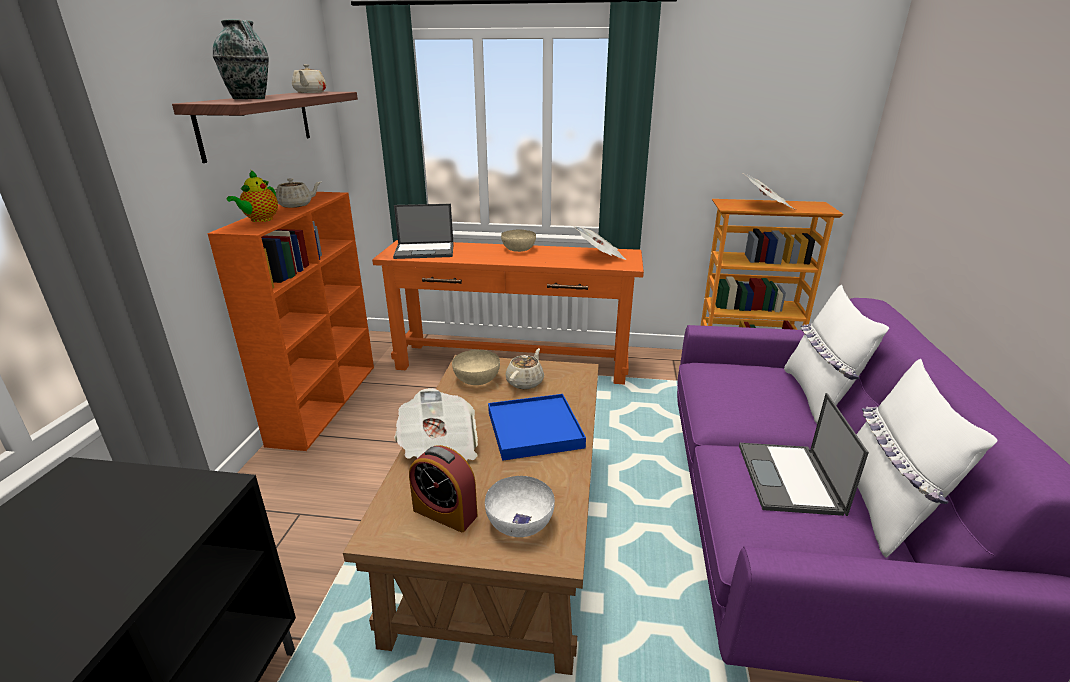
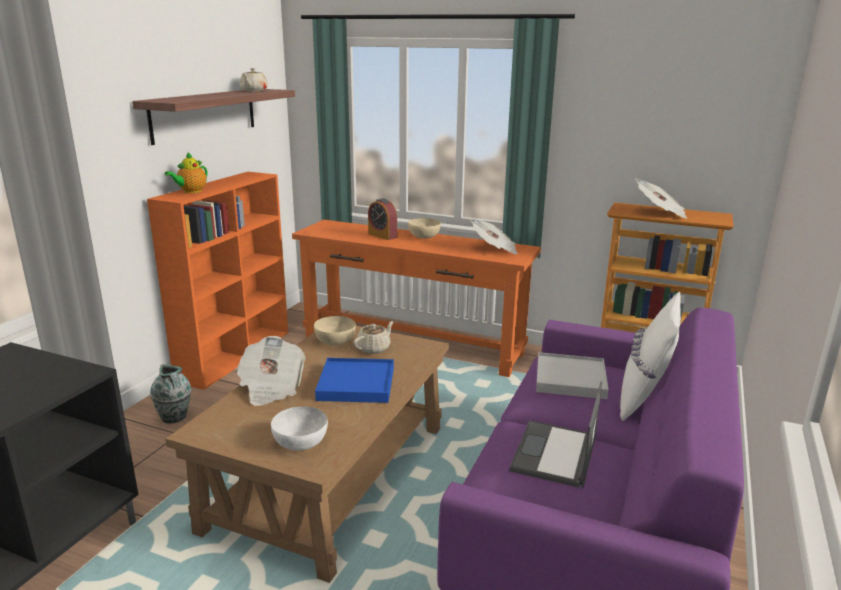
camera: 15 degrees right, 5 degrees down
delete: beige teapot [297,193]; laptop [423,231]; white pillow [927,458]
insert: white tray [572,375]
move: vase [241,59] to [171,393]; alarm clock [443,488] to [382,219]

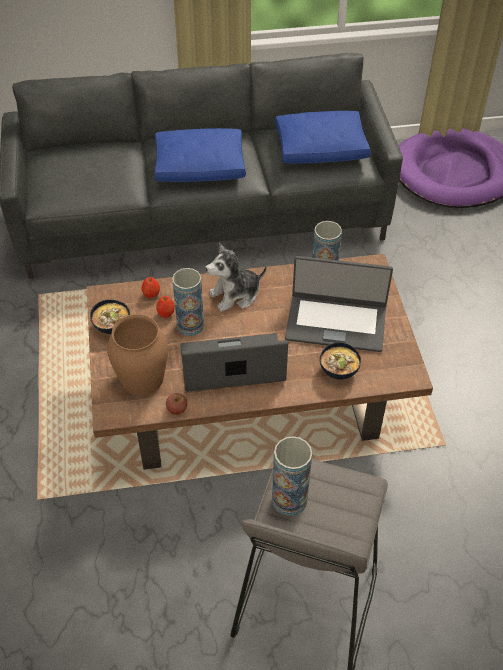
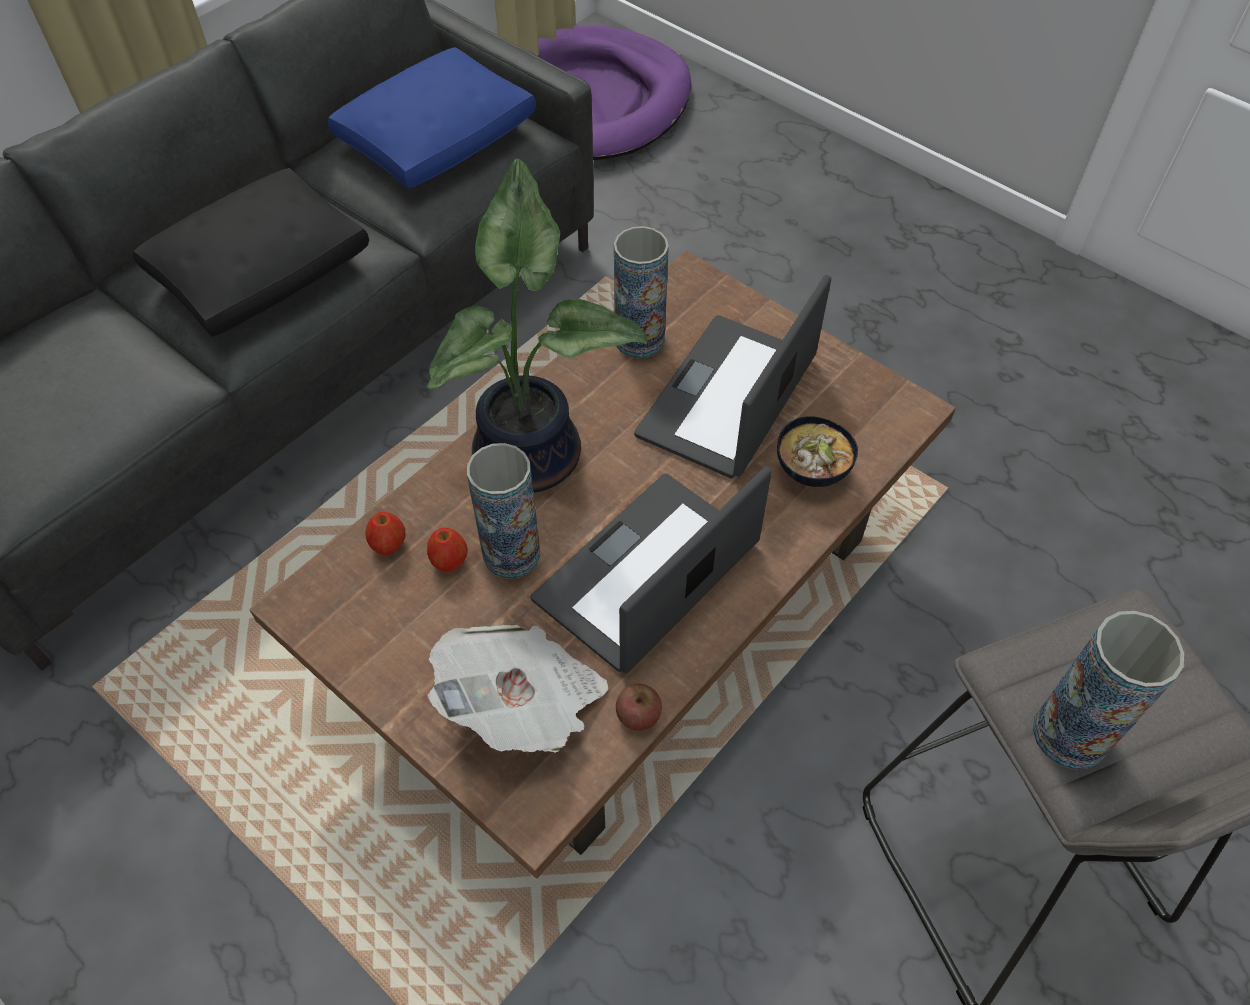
camera: 40 degrees left, 5 degrees up
delete: bowl [110,317]
replace: plush toy [236,277] to potted plant [536,326]; brown vase [137,354] to newspaper [518,689]
recolor: blue pillow [200,155] to black pillow [251,252]
rotate: laptop [339,304] = [732,376] 150 degrees clockwise

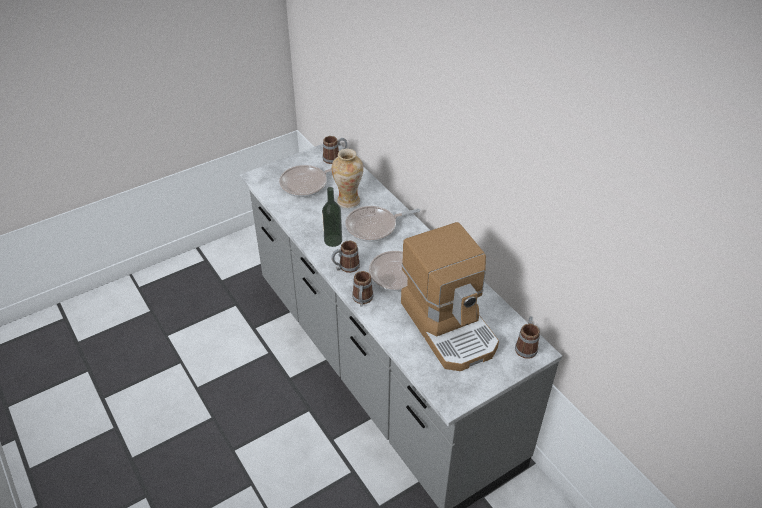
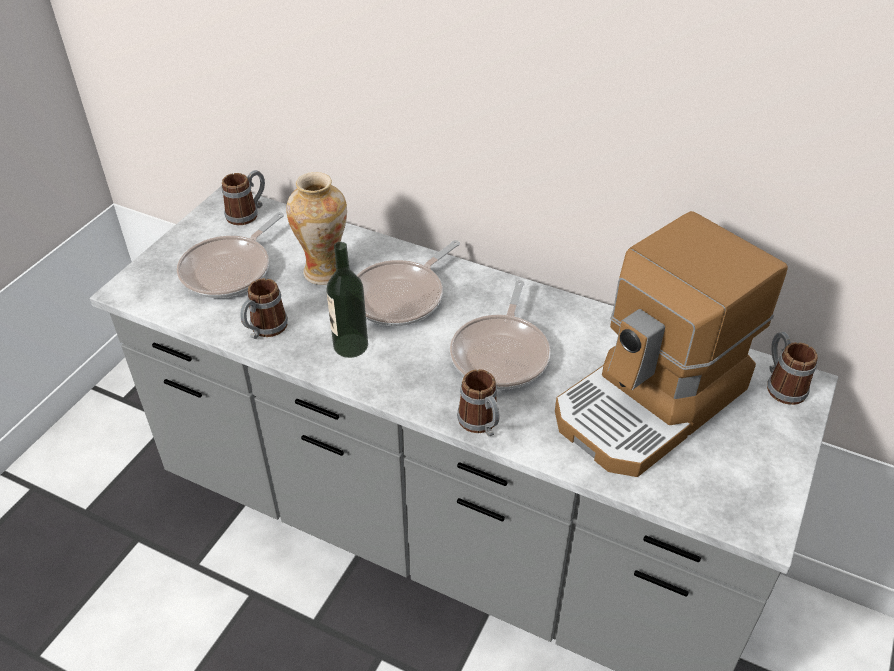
camera: 30 degrees left, 0 degrees up
move: mug [345,257] to [264,308]
rotate: coffee machine [450,296] = [671,344] 105 degrees clockwise

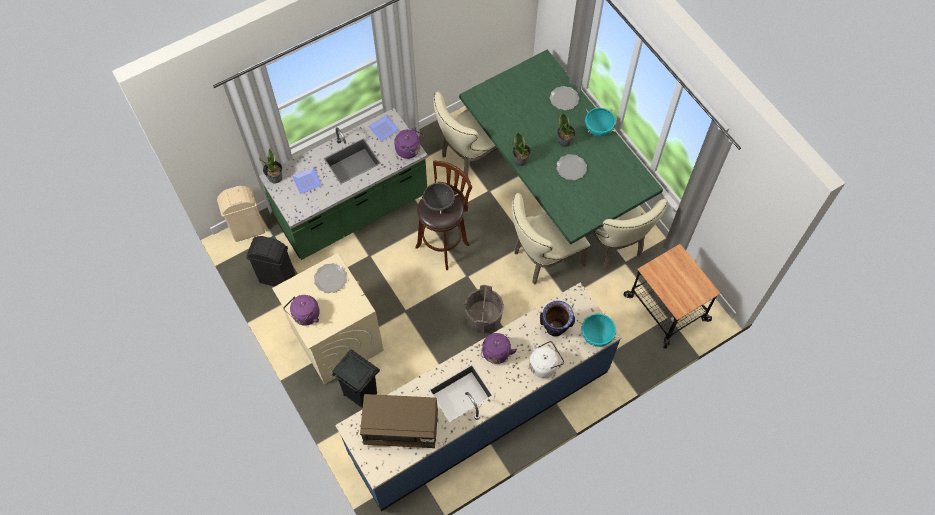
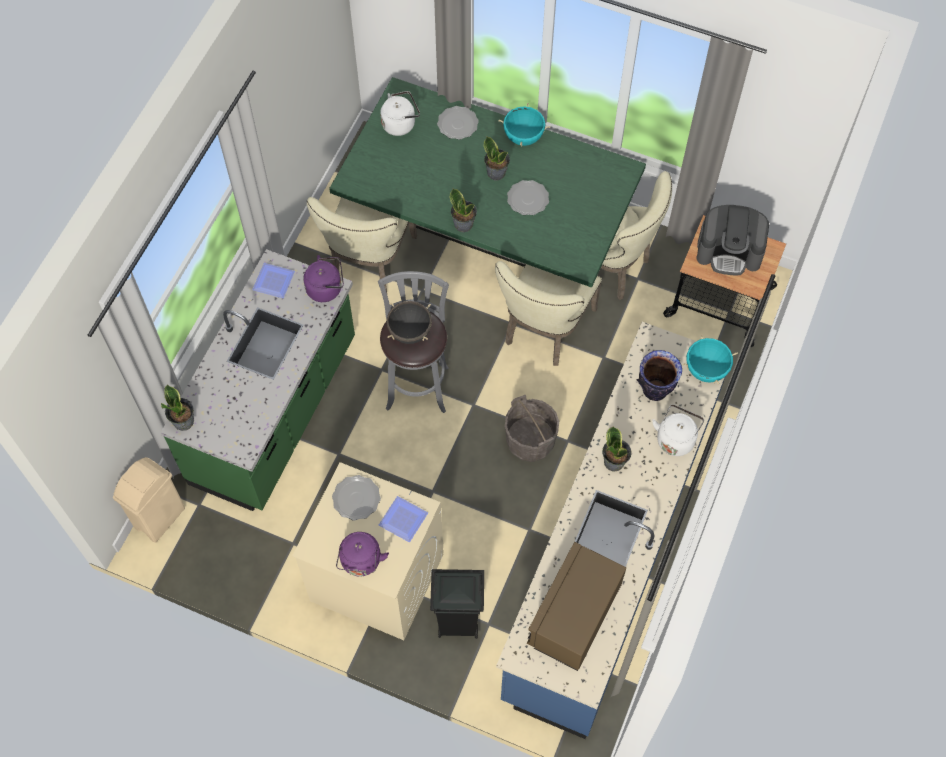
camera: 35 degrees left, 0 degrees up
delete: black trash can [270,261]
insert: white kettle [400,113]; coffee machine [732,240]
move: plate [307,180] to [403,519]
replace: purple kettle [499,348] to potted plant [616,449]
recolor: brown stool [443,215] to grey stool [413,342]
rotate: brown microwave [399,421] = [576,606] 150 degrees clockwise

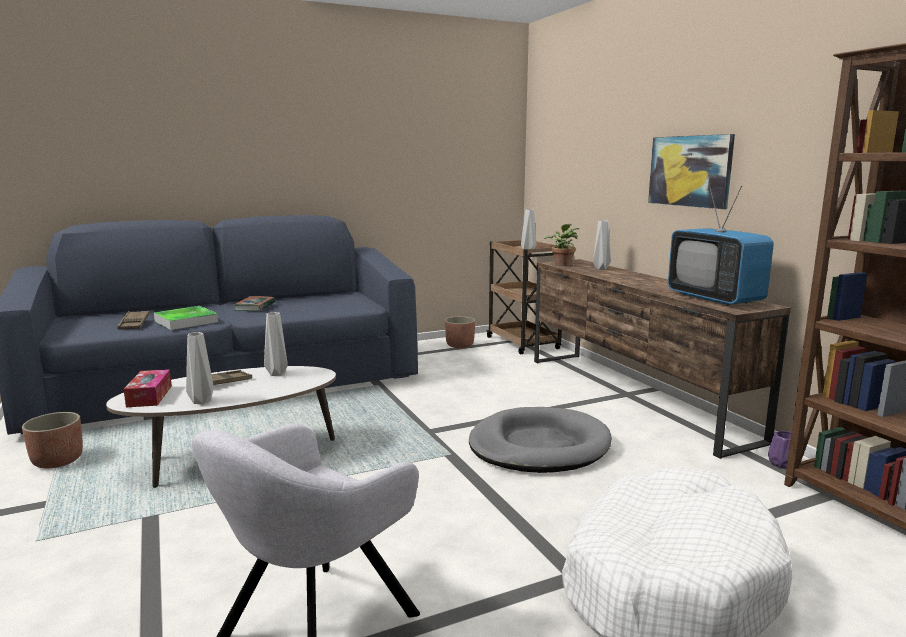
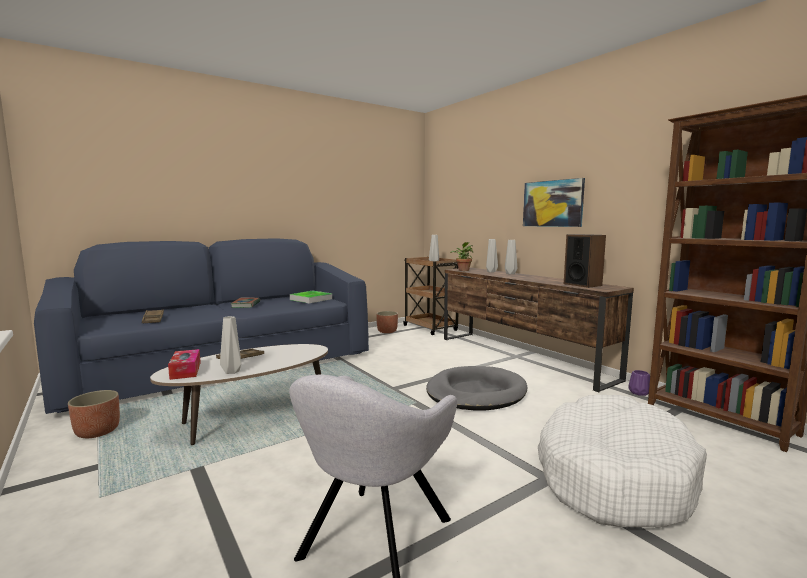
camera: 10 degrees left, 5 degrees down
move: tray [186,318] to [311,297]; grey vase [276,344] to [511,257]
replace: television [721,245] to speaker [585,261]

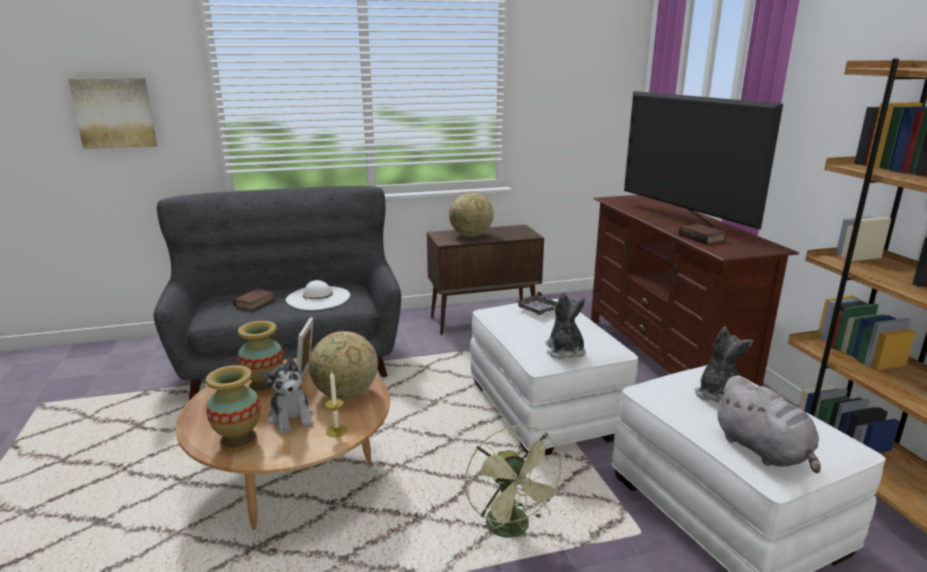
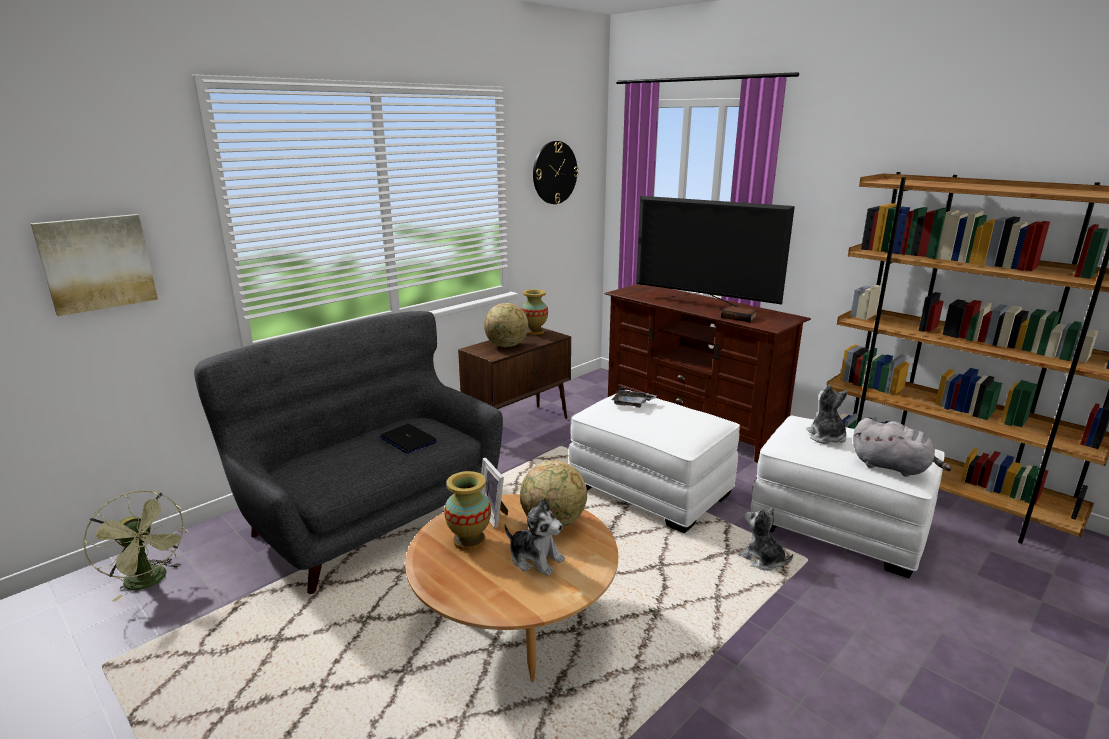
camera: 30 degrees left, 0 degrees up
delete: book [254,300]; candle [336,404]
insert: wall clock [556,172]
move: green fan [516,481] to [135,546]; vase [233,408] to [534,312]; plush toy [565,325] to [765,539]
replace: white hat [318,295] to laptop [408,439]

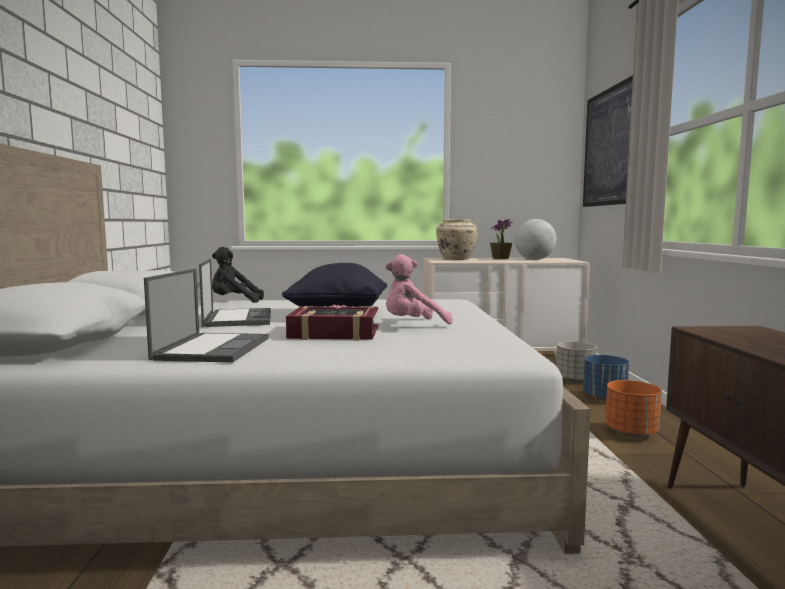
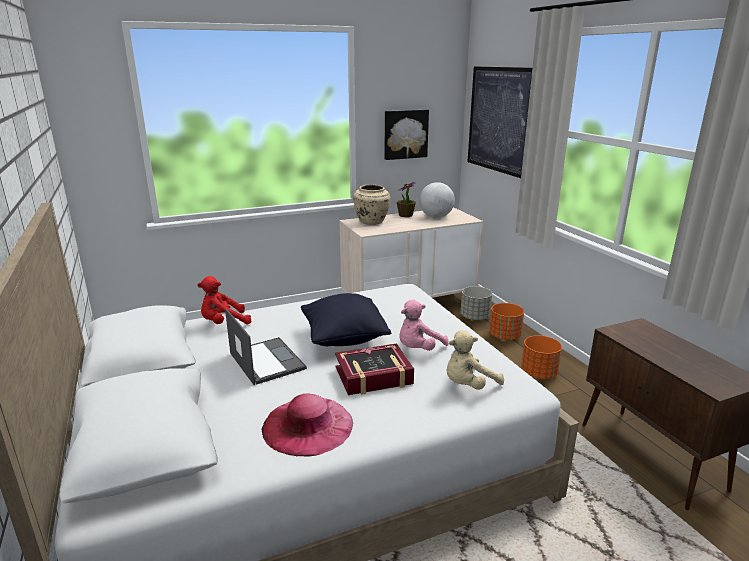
camera: 20 degrees left, 15 degrees up
insert: picture [406,135]; beige plush toy [475,360]
replace: laptop [206,315] to pink hat [307,425]
recolor: black plush toy [238,275] to red plush toy [224,300]; blue planter [606,378] to orange planter [506,321]

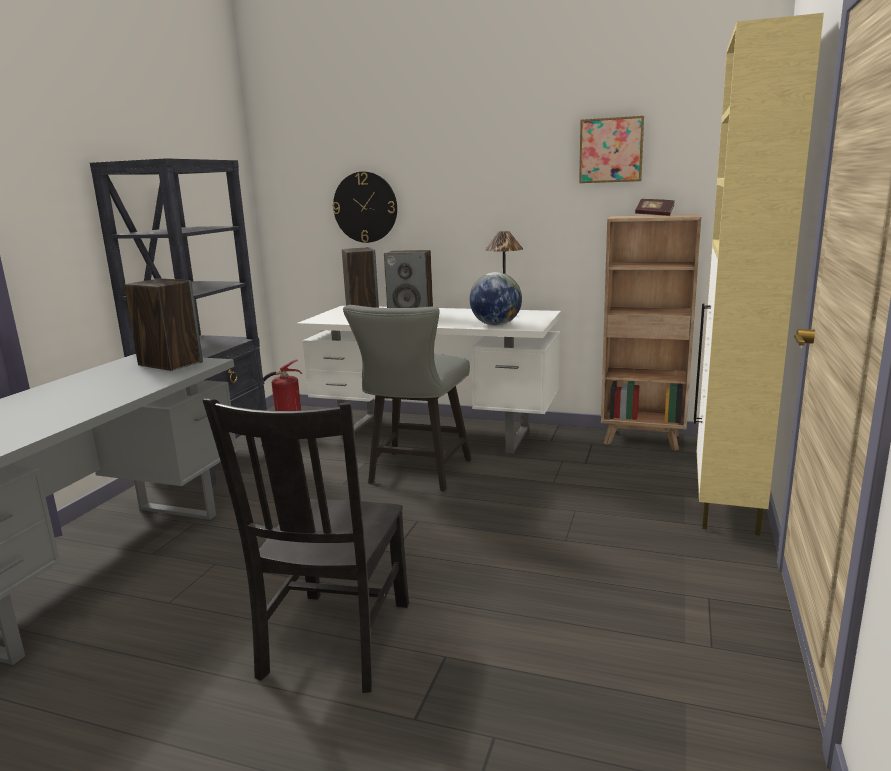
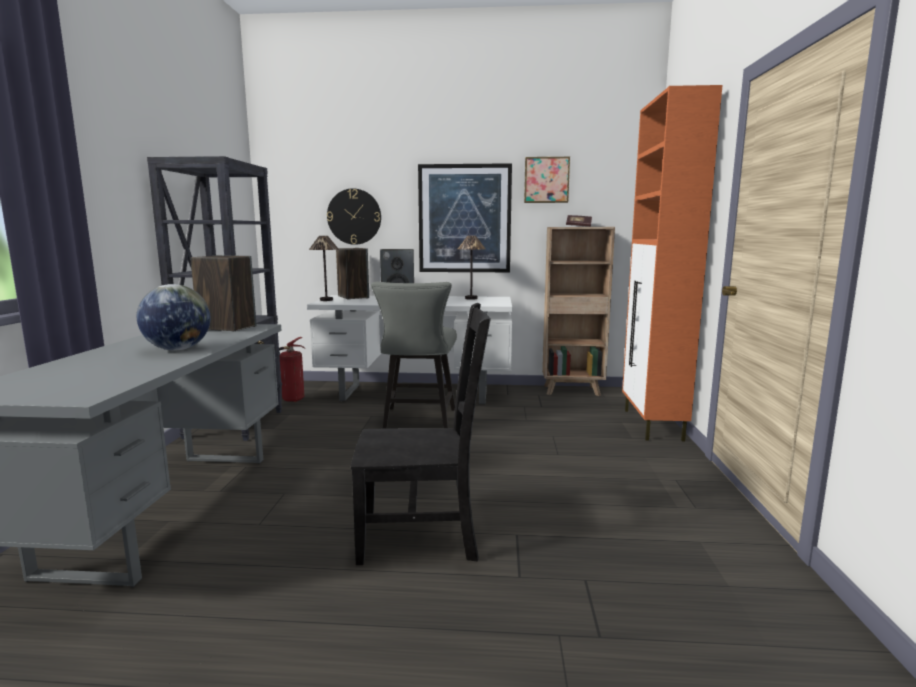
camera: 15 degrees left, 5 degrees down
insert: table lamp [324,268]; picture [465,217]
move: globe [496,299] to [173,317]
recolor: beige cabinet [759,274] to orange cabinet [672,263]
rotate: black chair [306,545] = [421,434] 90 degrees counterclockwise

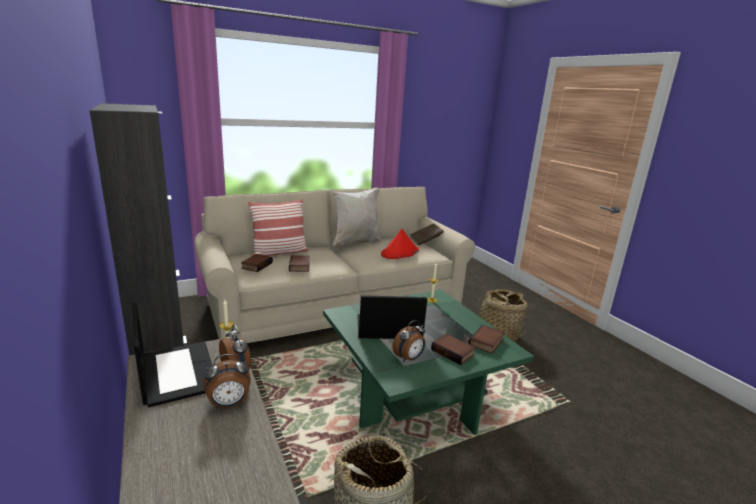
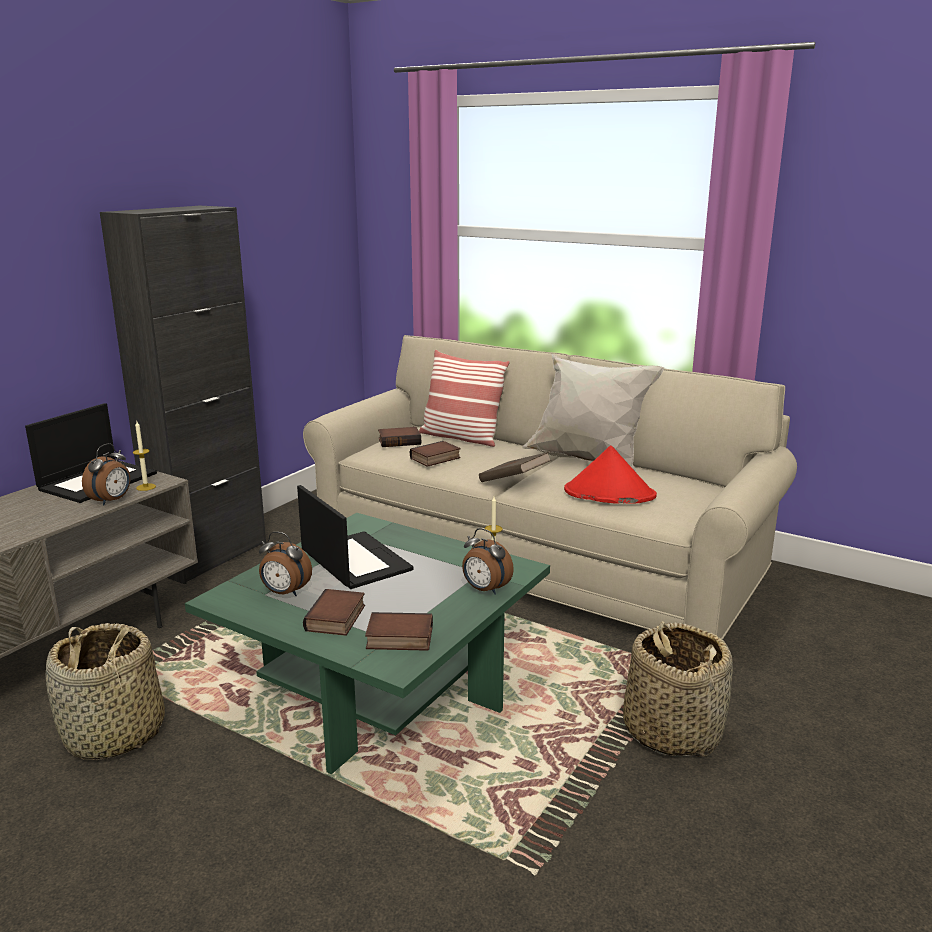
camera: 60 degrees right, 0 degrees up
move: alarm clock [227,381] to [488,561]; brown book [427,234] to [515,467]

